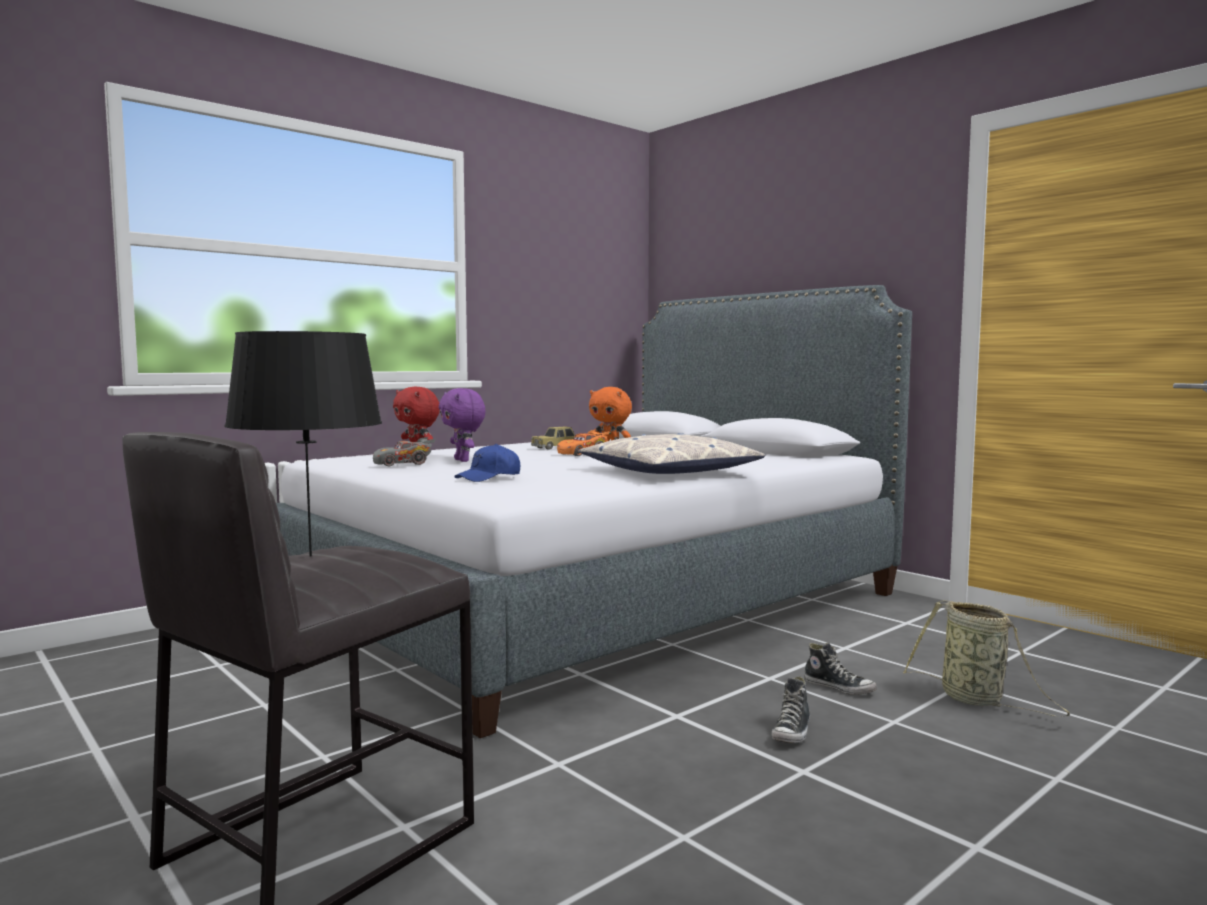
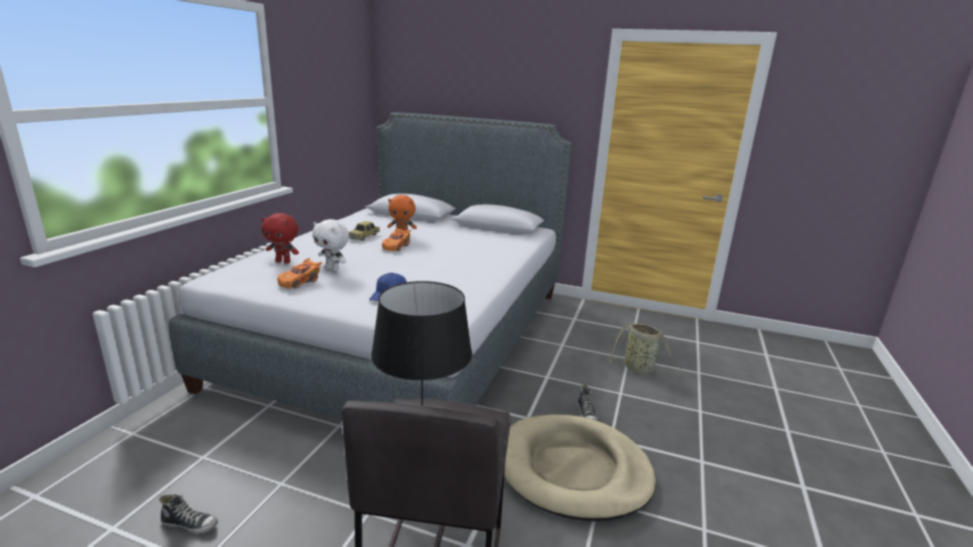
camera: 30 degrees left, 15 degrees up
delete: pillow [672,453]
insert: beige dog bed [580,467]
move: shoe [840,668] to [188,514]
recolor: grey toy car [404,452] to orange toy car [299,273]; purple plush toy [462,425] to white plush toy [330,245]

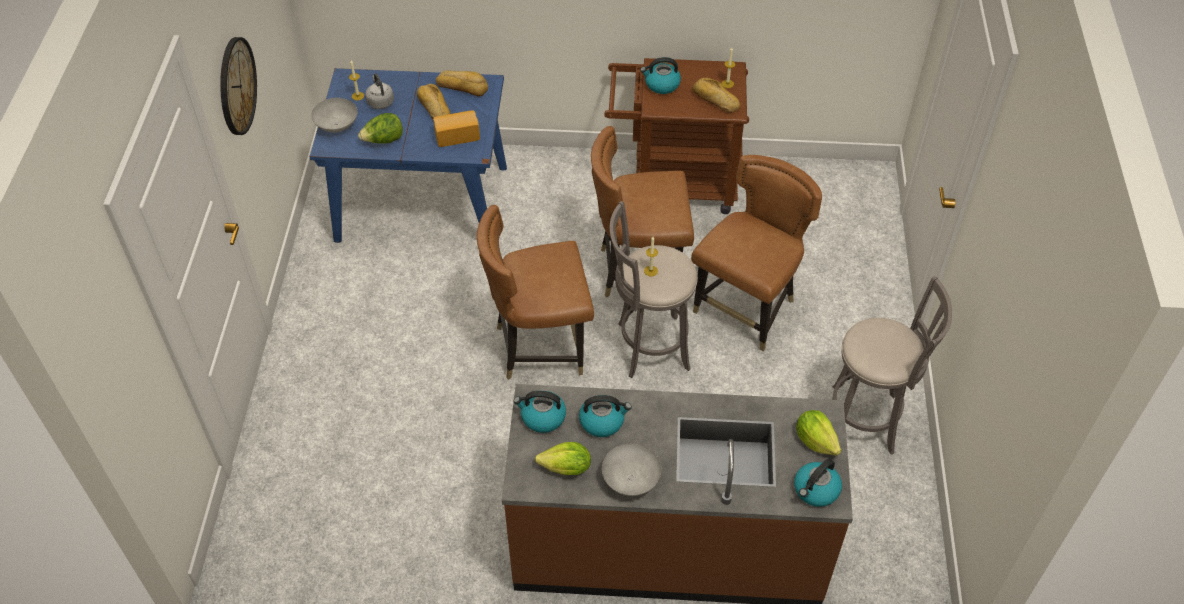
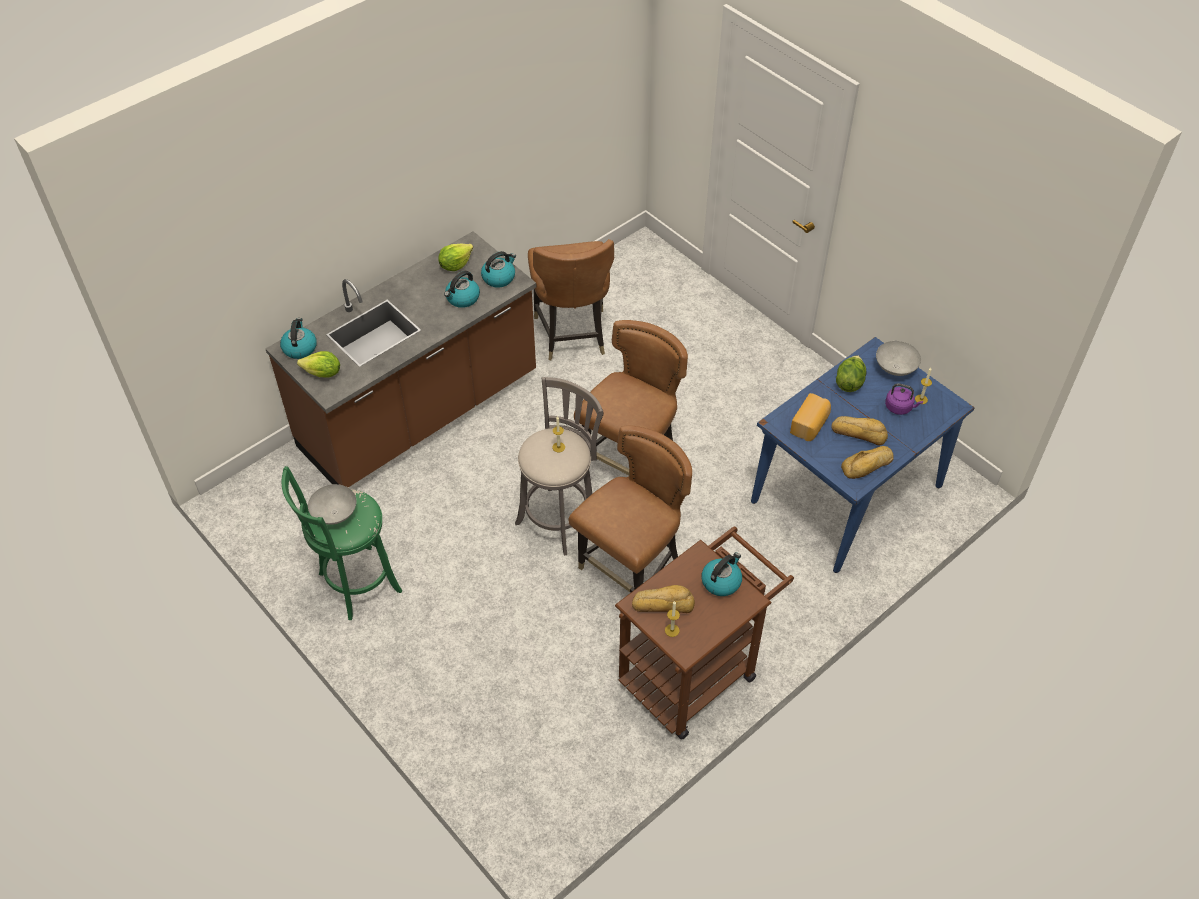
camera: 135 degrees right, 0 degrees up
delete: wall clock [238,86]
move: grey bowl [631,470] to [332,504]; brown chair [756,253] to [571,299]
recolor: grey stool [892,365] to green stool [342,543]; grey kettle [379,91] to purple kettle [904,399]

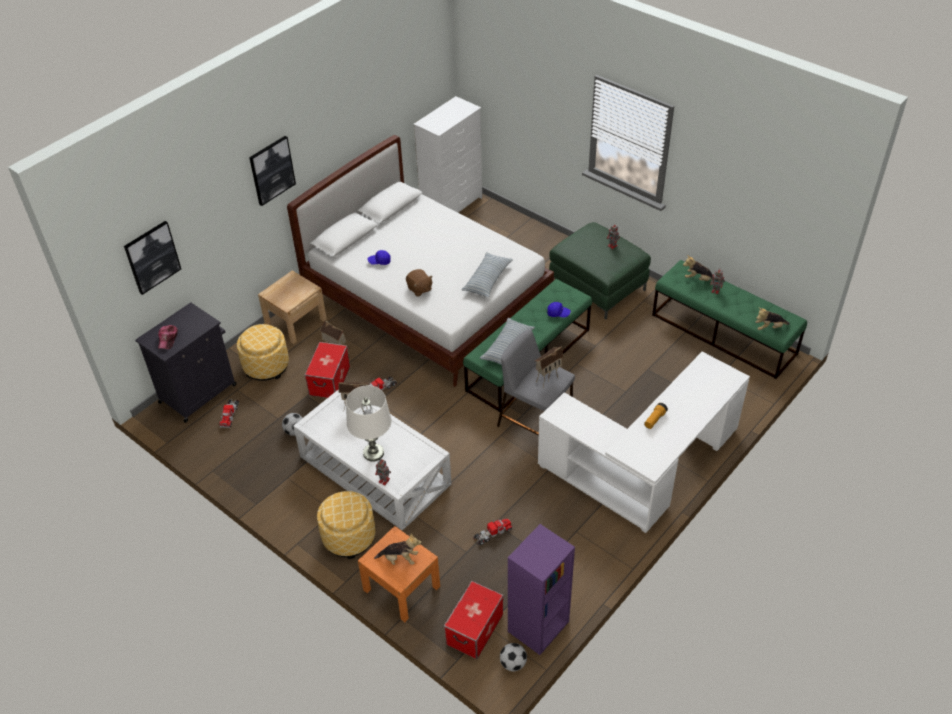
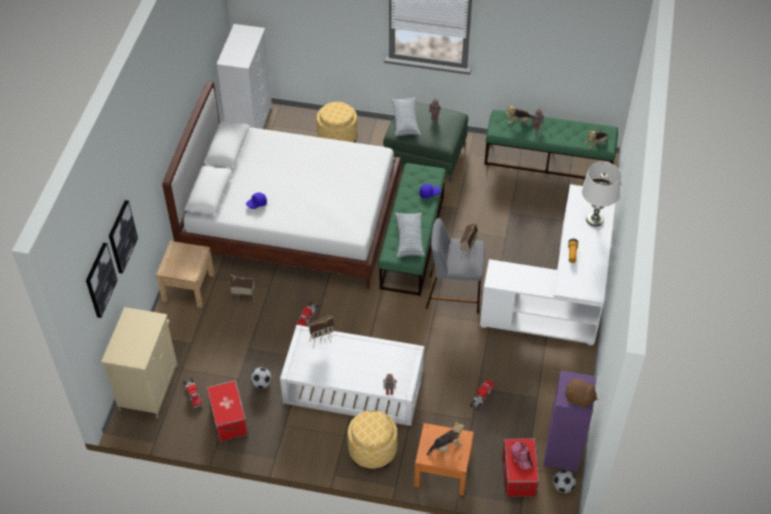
camera: 30 degrees left, 5 degrees up
move: picture [272,171] to [123,237]; storage box [327,370] to [227,411]; ottoman [263,352] to [337,122]; pillow [487,275] to [406,116]; cap [168,337] to [521,455]; brown plush toy [419,283] to [581,393]; white table lamp [369,423] to [601,194]
recolor: black cabinet [186,362] to beige cabinet [139,362]

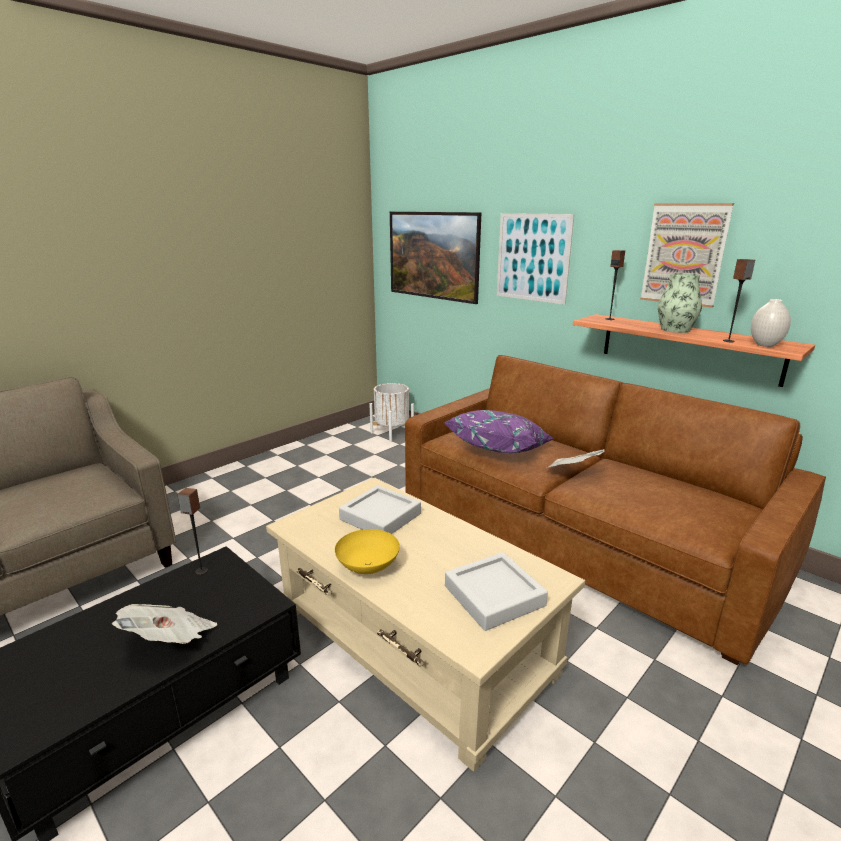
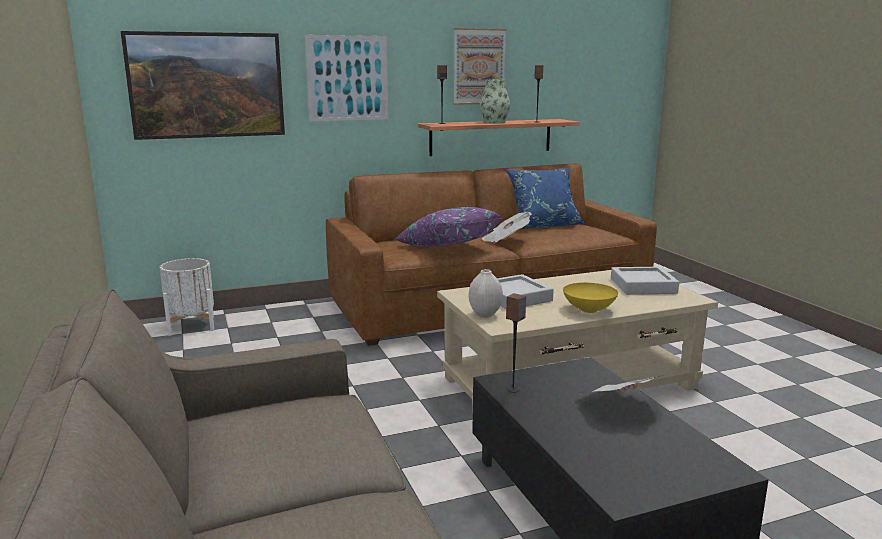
camera: 65 degrees left, 5 degrees down
insert: blue pillow [545,197]
move: white vase [771,323] to [486,293]

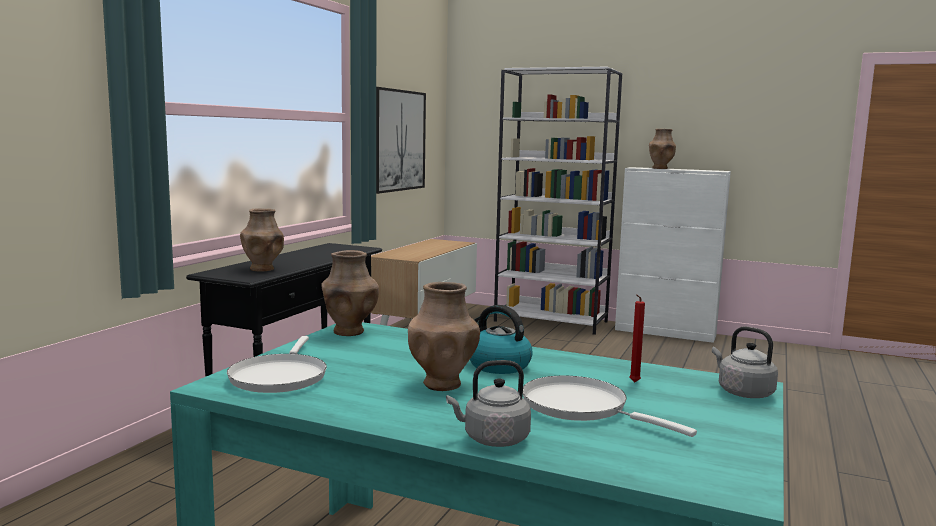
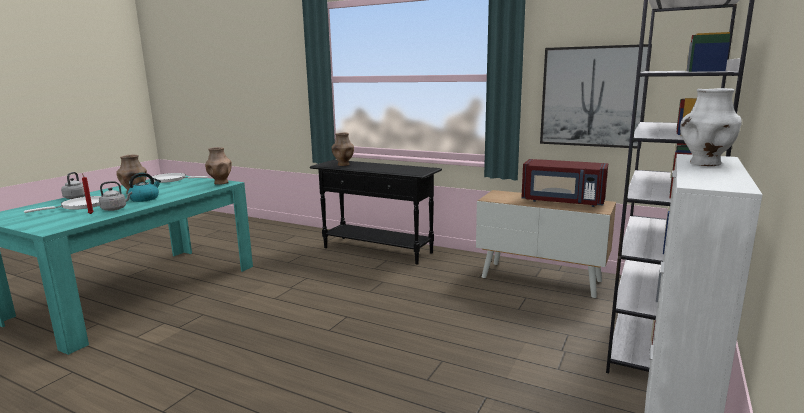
camera: 95 degrees right, 5 degrees up
insert: red microwave [565,183]
move: grey kettle [745,362] to [115,196]
recolor: brown vase [662,149] to white vase [711,127]

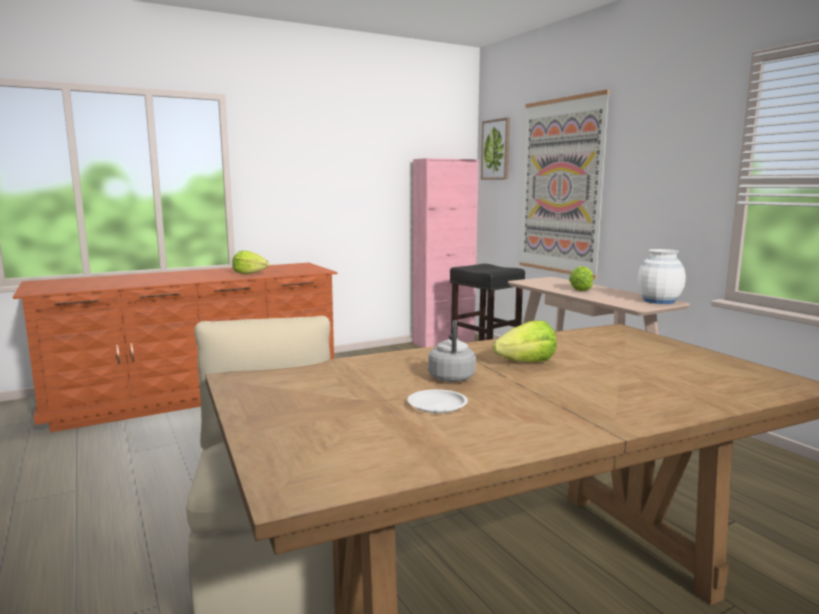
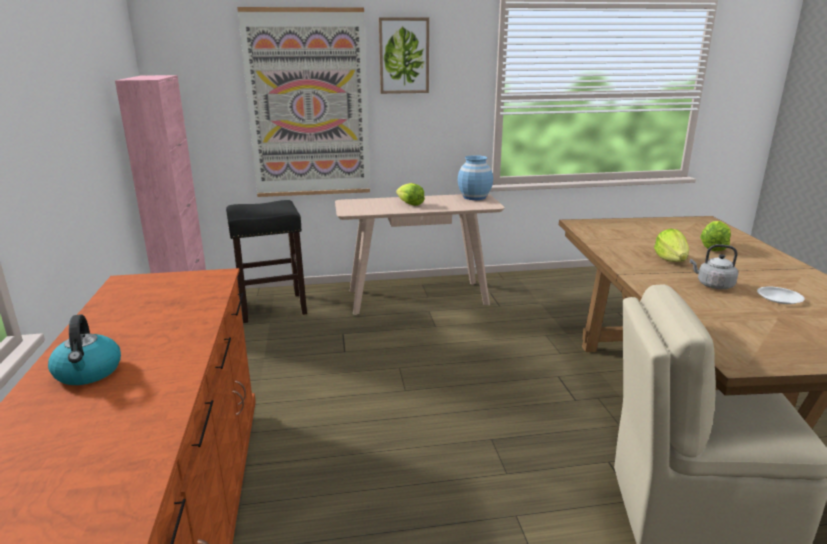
camera: 70 degrees left, 10 degrees up
insert: kettle [84,349]
move: picture [495,148] to [404,55]; lettuce [250,262] to [715,236]
recolor: white vase [661,276] to blue vase [475,177]

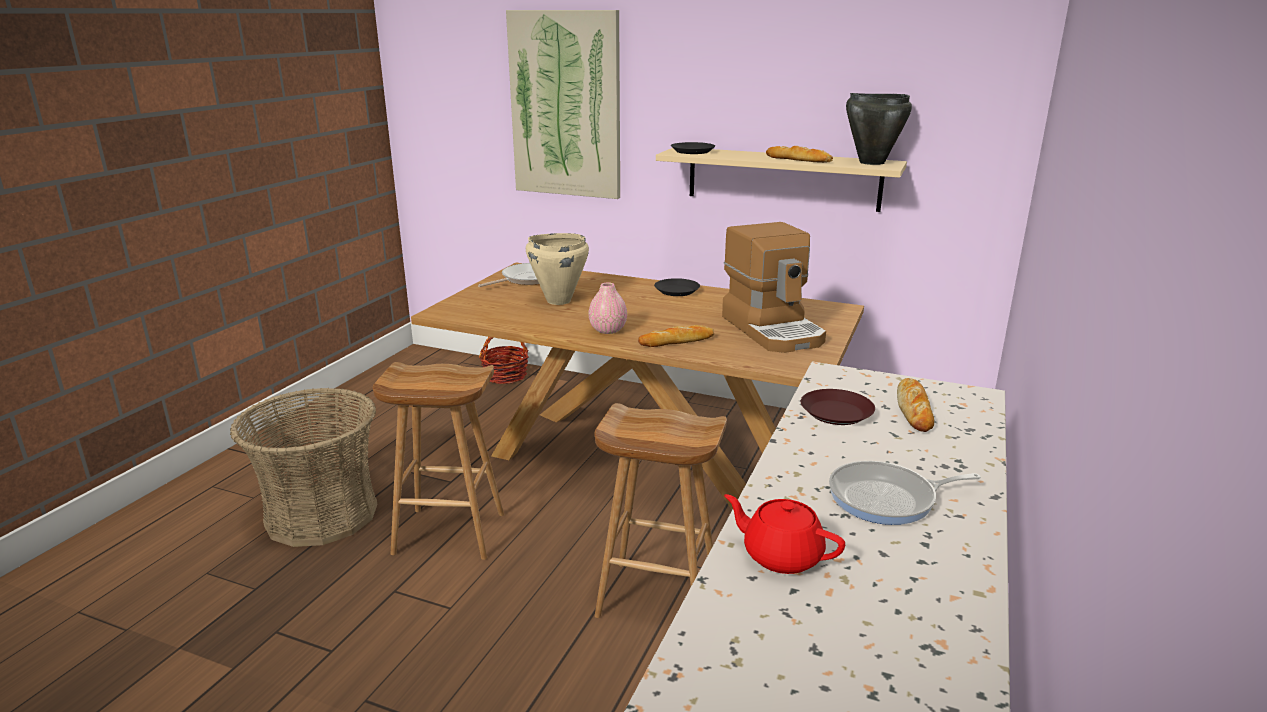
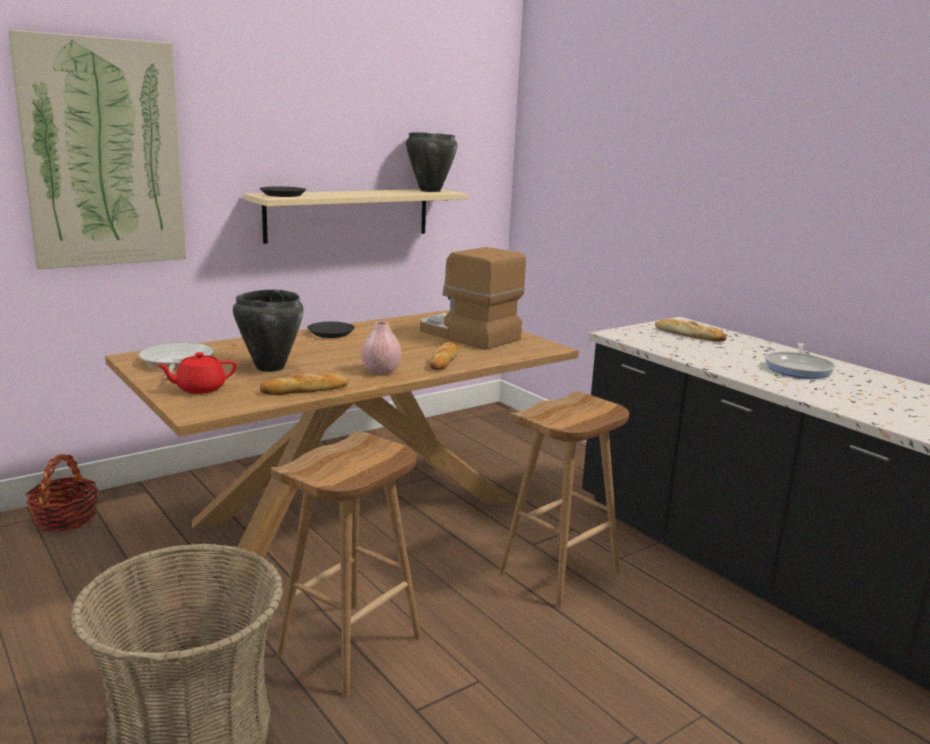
camera: 60 degrees left, 5 degrees down
delete: brown plate [838,407]
move: red teapot [784,534] to [196,373]; bread [799,154] to [304,384]
recolor: beige cooking pot [557,269] to black cooking pot [268,330]
rotate: coffee machine [774,287] = [473,298] 150 degrees counterclockwise

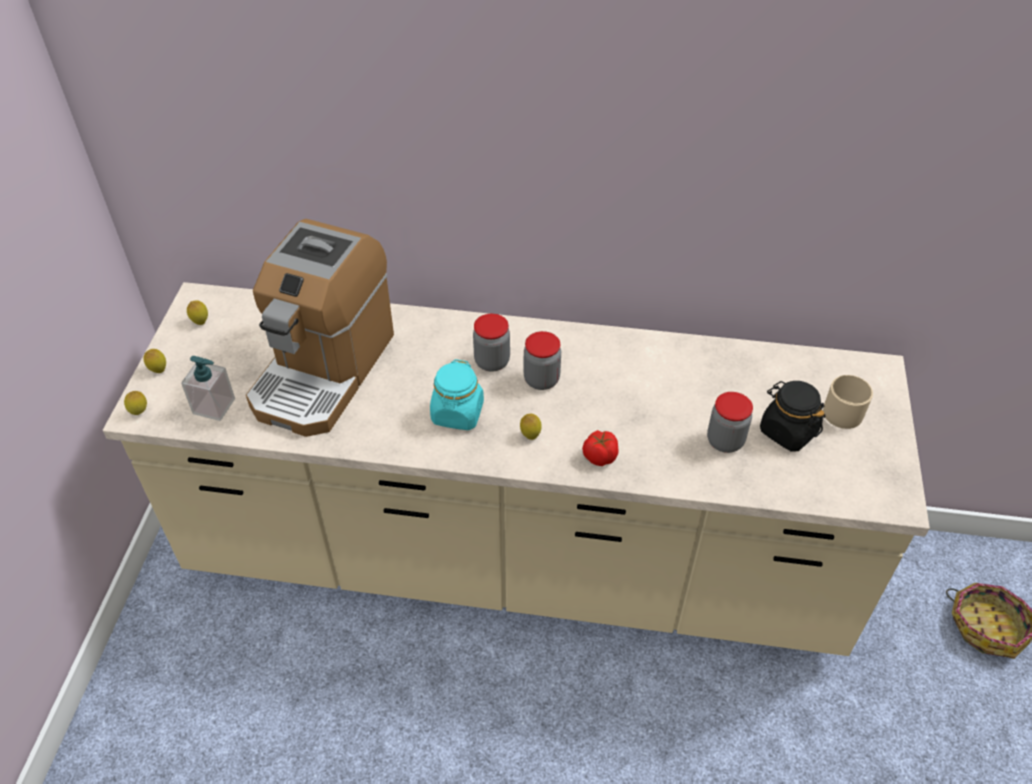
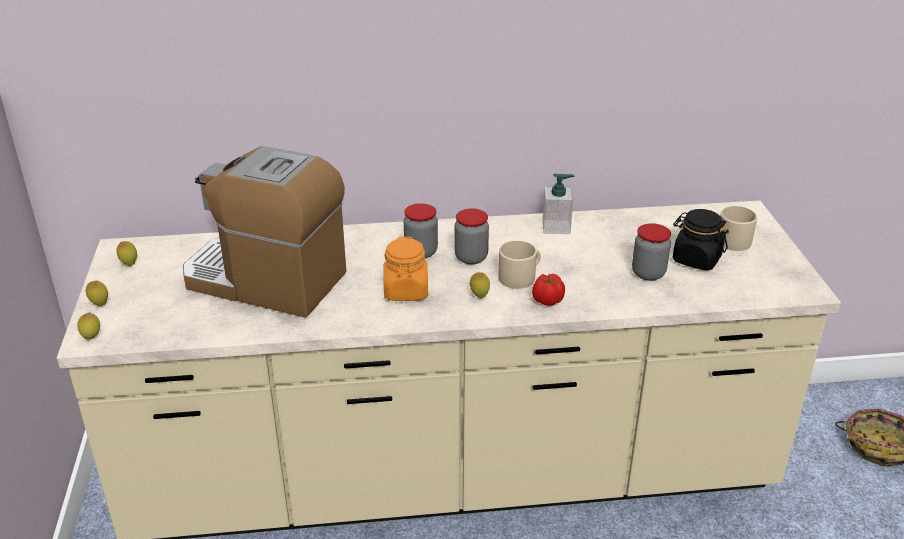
camera: 15 degrees left, 15 degrees down
insert: beige mug [519,265]
move: soap dispenser [208,388] to [558,204]
recolor: turquoise jar [457,394] to orange jar [405,269]
rotate: coffee machine [320,328] = [264,232] 105 degrees clockwise

